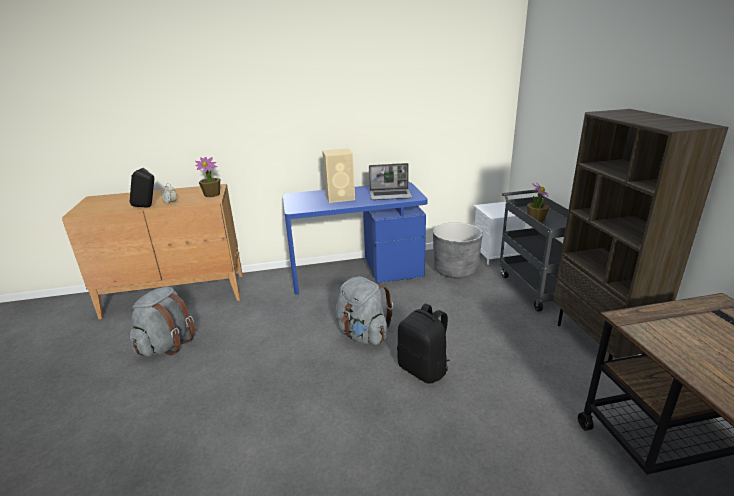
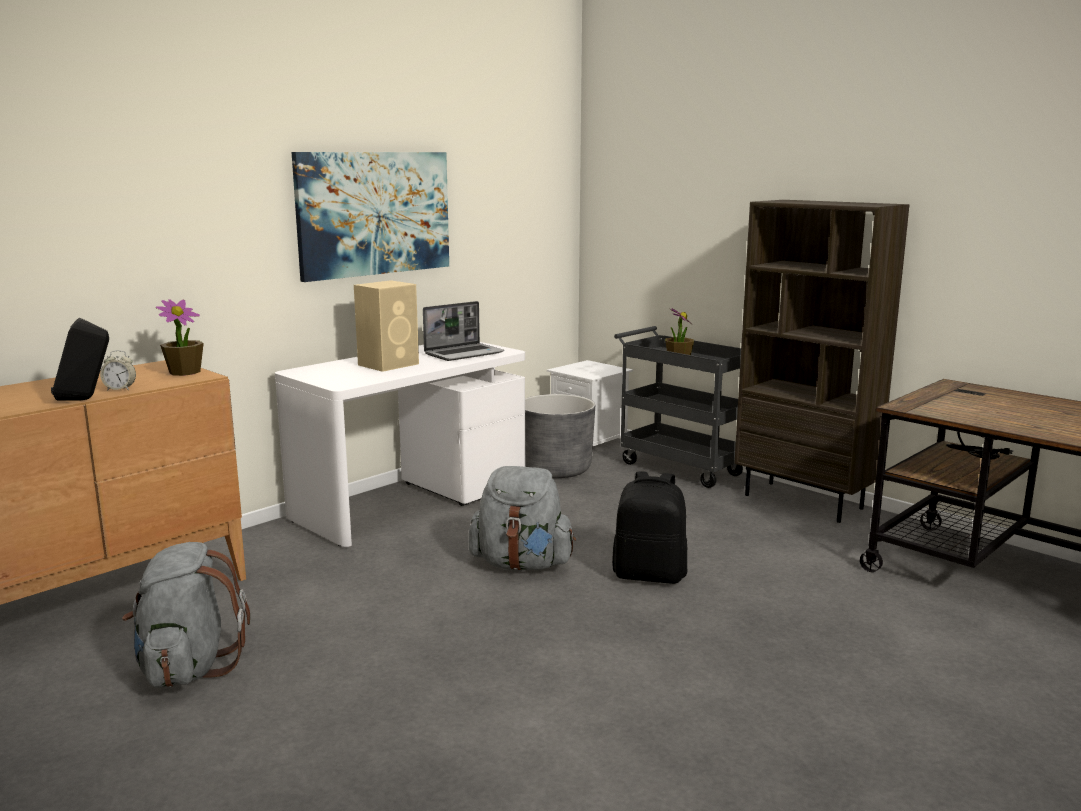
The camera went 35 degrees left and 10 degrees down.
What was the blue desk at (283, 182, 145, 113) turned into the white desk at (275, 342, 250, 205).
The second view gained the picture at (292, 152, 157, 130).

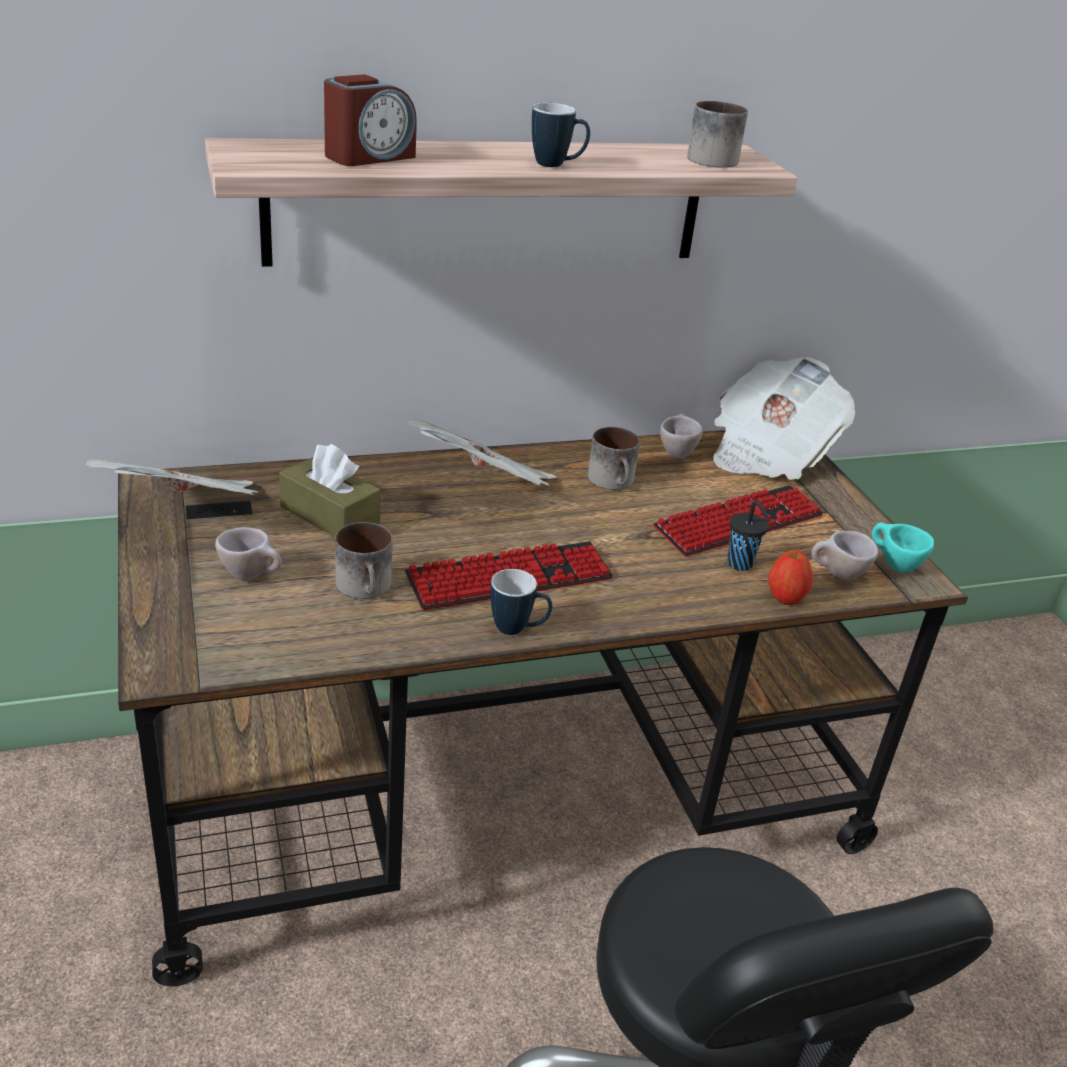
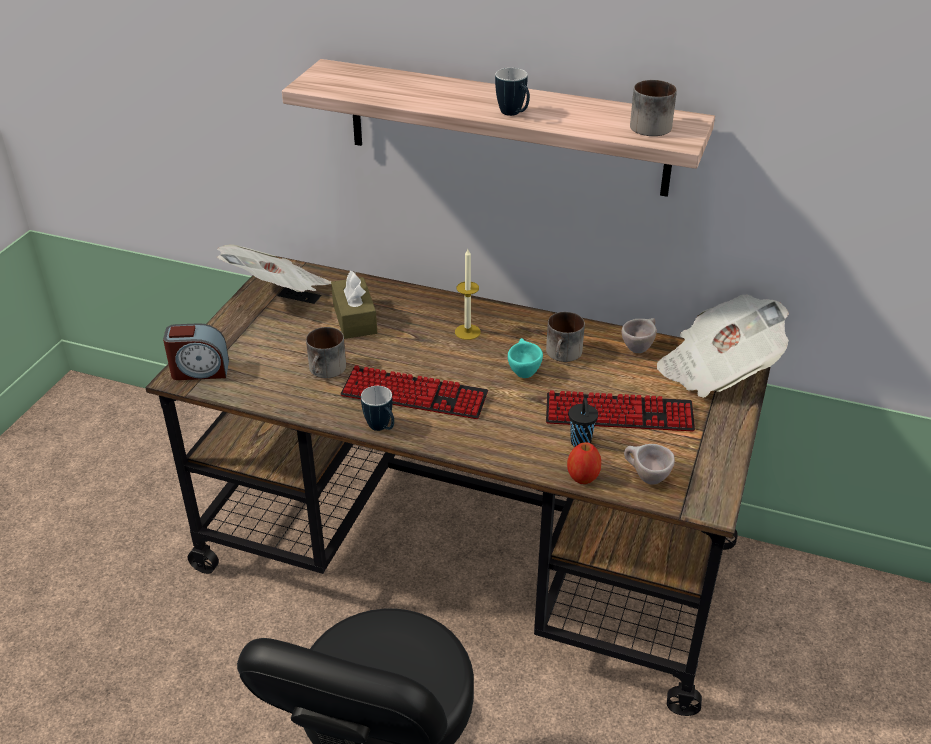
The camera went 40 degrees right and 5 degrees up.
The alarm clock ended up elsewhere, having gone from (324, 74, 93, 92) to (163, 323, 66, 57).
Where the newspaper stood at (407, 419, 149, 67), the candle came to stand at (455, 249, 26, 91).
The turquoise cup ended up elsewhere, having gone from (872, 522, 62, 51) to (508, 338, 35, 40).
The second view lost the beige cup at (215, 527, 67, 53).

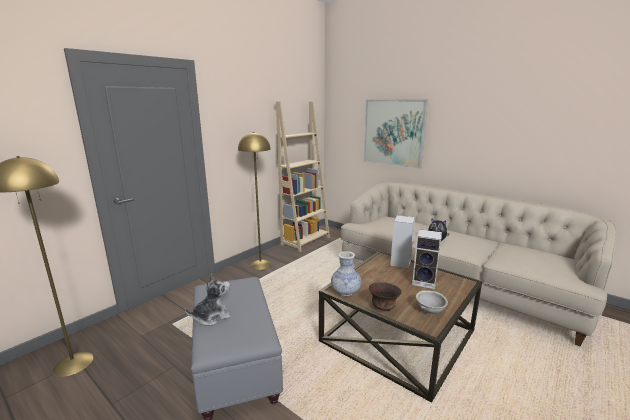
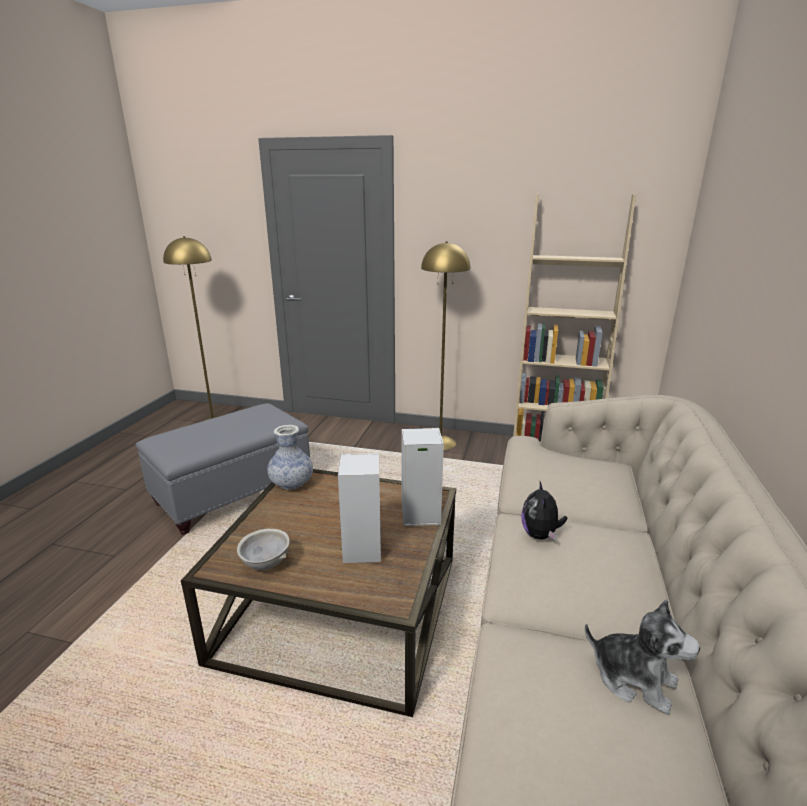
The camera went 65 degrees right and 5 degrees up.
The second view lost the picture at (363, 100, 65, 69).
The plush toy ended up elsewhere, having gone from (185, 274, 46, 52) to (585, 599, 115, 116).
The second view lost the brown bowl at (369, 282, 32, 29).

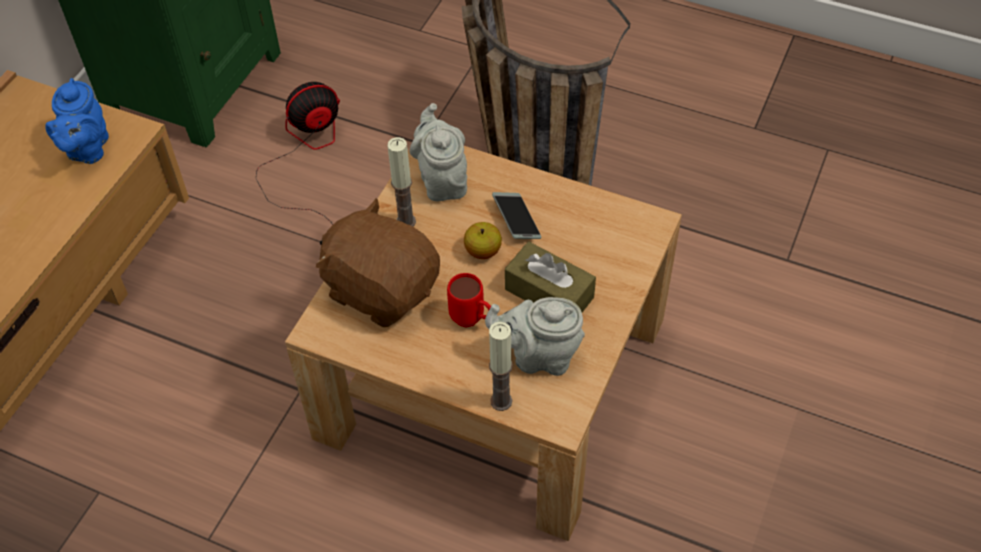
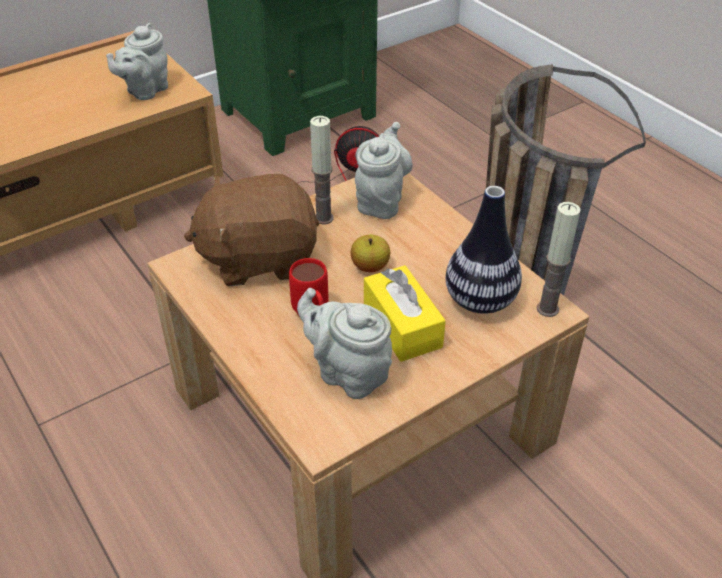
The camera went 30 degrees right and 10 degrees down.
What was the blue teapot at (45, 78, 64, 86) turned into the grey teapot at (106, 23, 62, 77).
The second view lost the phone at (492, 192, 49, 47).
The brown plush toy at (316, 198, 124, 129) ended up facing another way, 75 degrees counterclockwise from before.
What was the brown tissue box at (505, 242, 91, 70) turned into the yellow tissue box at (364, 265, 82, 97).
The candle ended up elsewhere, having gone from (489, 322, 24, 89) to (537, 202, 43, 115).
The second view gained the vase at (446, 186, 76, 128).

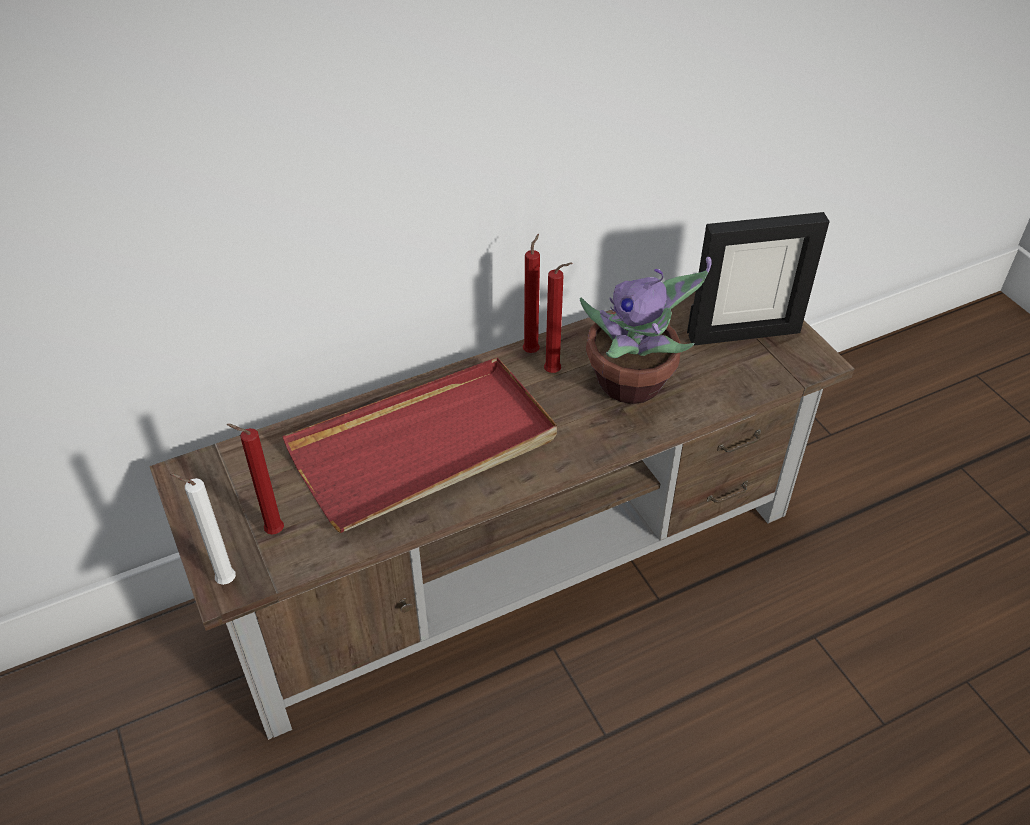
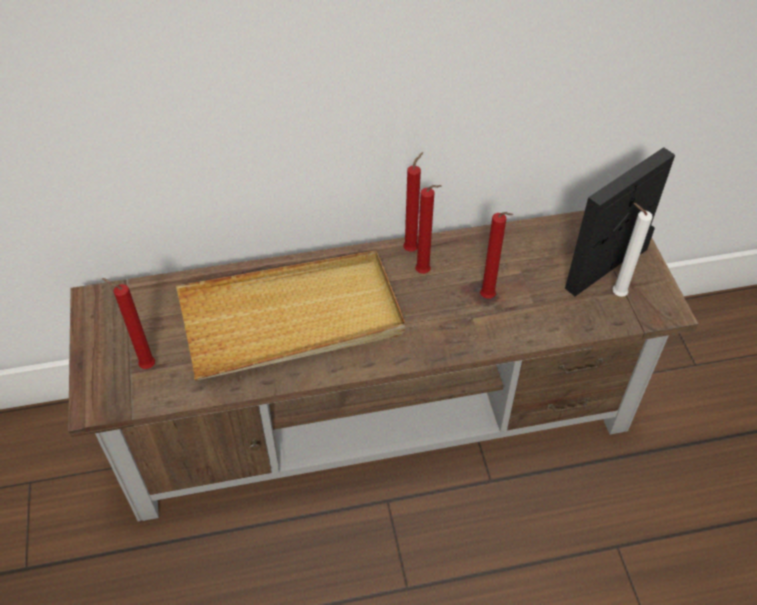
The camera went 15 degrees right and 5 degrees up.
The picture frame at (687, 212, 143, 134) ended up facing another way, 135 degrees clockwise from before.
Where the potted plant stood at (580, 257, 132, 147), the red candle came to stand at (480, 212, 33, 87).
What was the red tray at (282, 357, 275, 176) turned into the beige tray at (176, 251, 229, 130).
The white candle ended up elsewhere, having gone from (170, 473, 66, 112) to (612, 203, 41, 93).

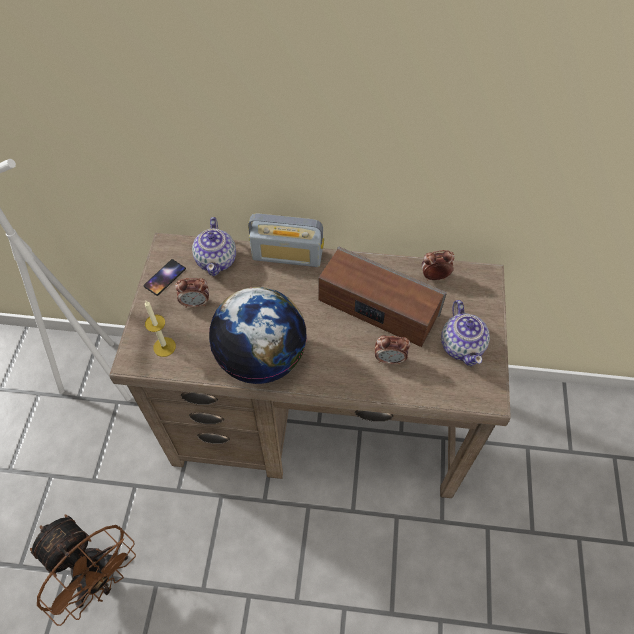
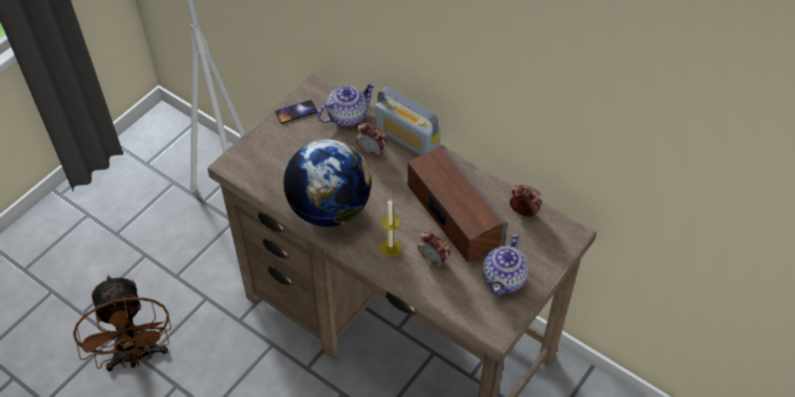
The camera went 30 degrees right and 5 degrees down.
The teapot at (192, 217, 44, 59) ended up facing another way, 150 degrees counterclockwise from before.
The alarm clock ended up elsewhere, having gone from (175, 278, 34, 30) to (356, 123, 30, 33).
The candle ended up elsewhere, having gone from (145, 301, 31, 56) to (380, 200, 21, 57).

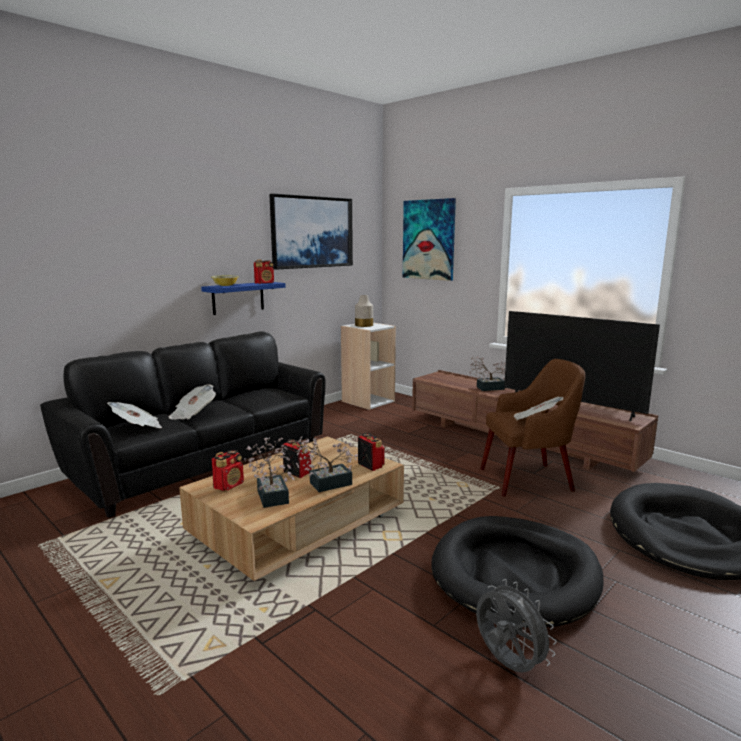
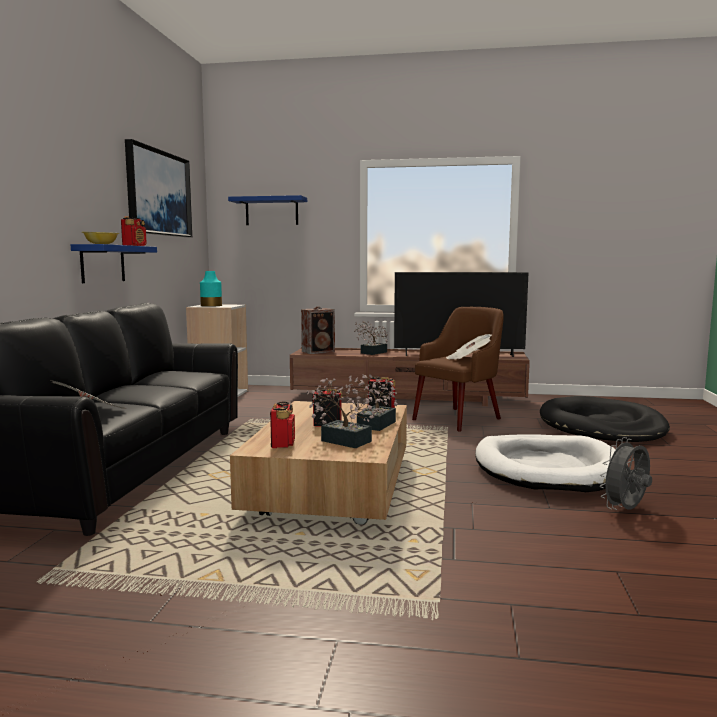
The camera went 35 degrees left and 5 degrees down.
Where the picture hung at (403, 198, 53, 83), the blue shelf came to hang at (228, 195, 79, 30).
What was the beige vase at (355, 295, 18, 32) turned into the turquoise vase at (200, 271, 22, 36).
The second view lost the newspaper at (169, 384, 47, 36).
What was the black dog bed at (431, 516, 172, 111) turned into the white dog bed at (475, 434, 153, 58).
The grey fan at (476, 579, 81, 94) ended up facing another way, 60 degrees counterclockwise from before.
The second view gained the speaker at (301, 307, 34, 47).

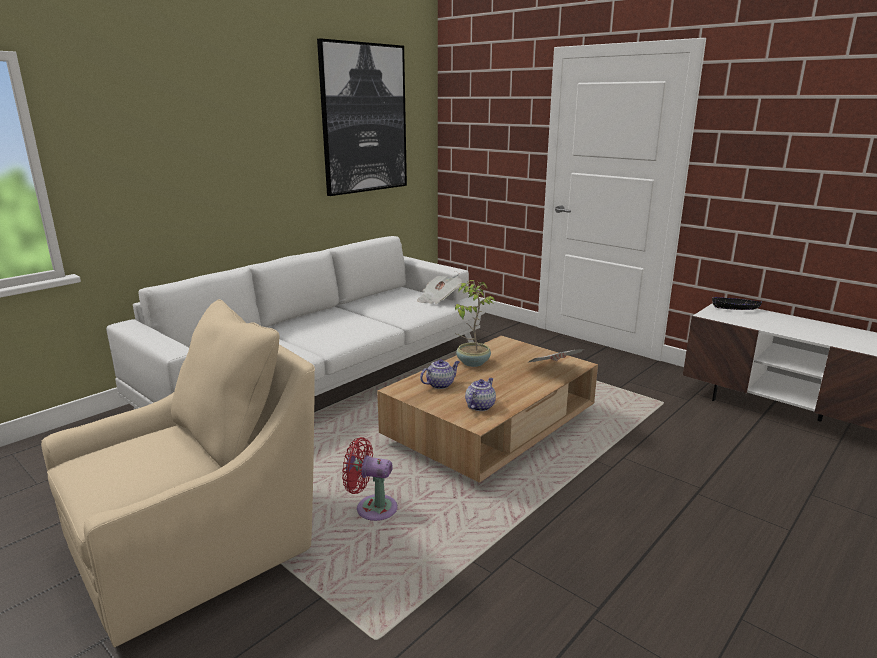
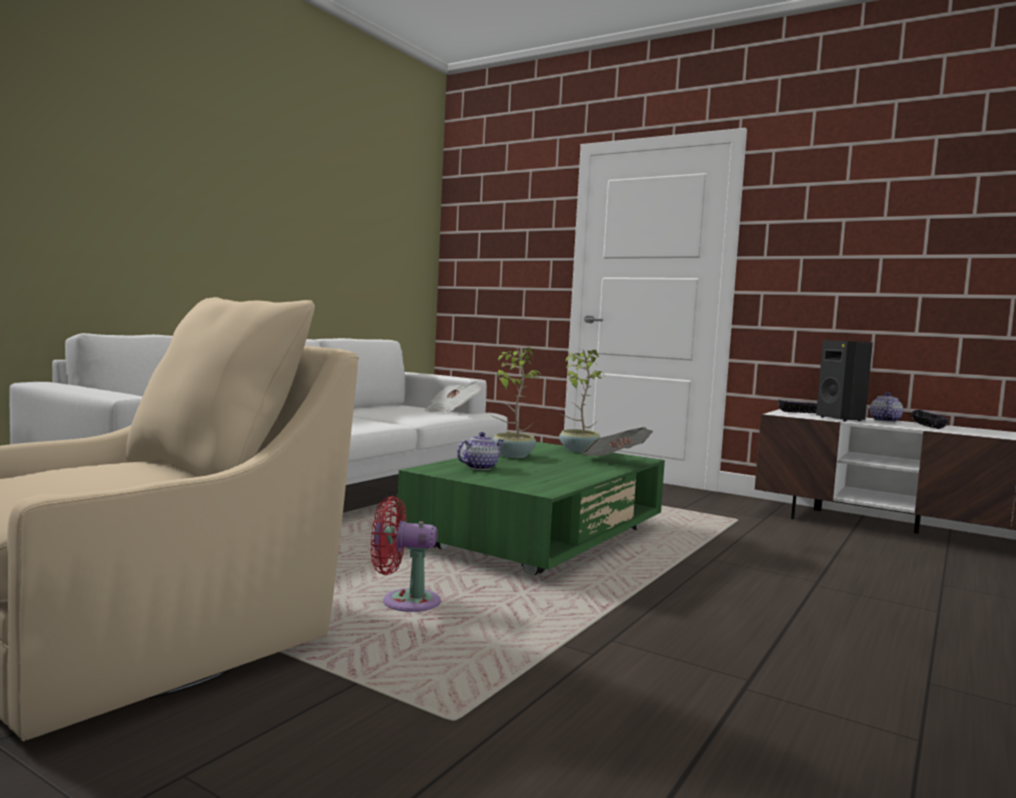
The camera went 10 degrees left and 15 degrees down.
The second view lost the picture at (317, 38, 90, 158).
What was the brown coffee table at (377, 335, 221, 148) turned into the green coffee table at (396, 442, 269, 133).
The teapot ended up elsewhere, having gone from (465, 378, 31, 33) to (870, 392, 33, 30).
The second view gained the black speaker at (816, 340, 57, 81).
The second view gained the potted plant at (559, 349, 43, 104).
The second view gained the black bowl at (912, 410, 37, 19).

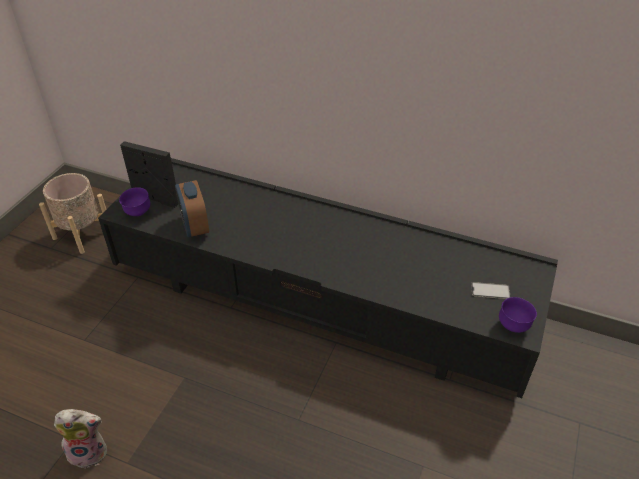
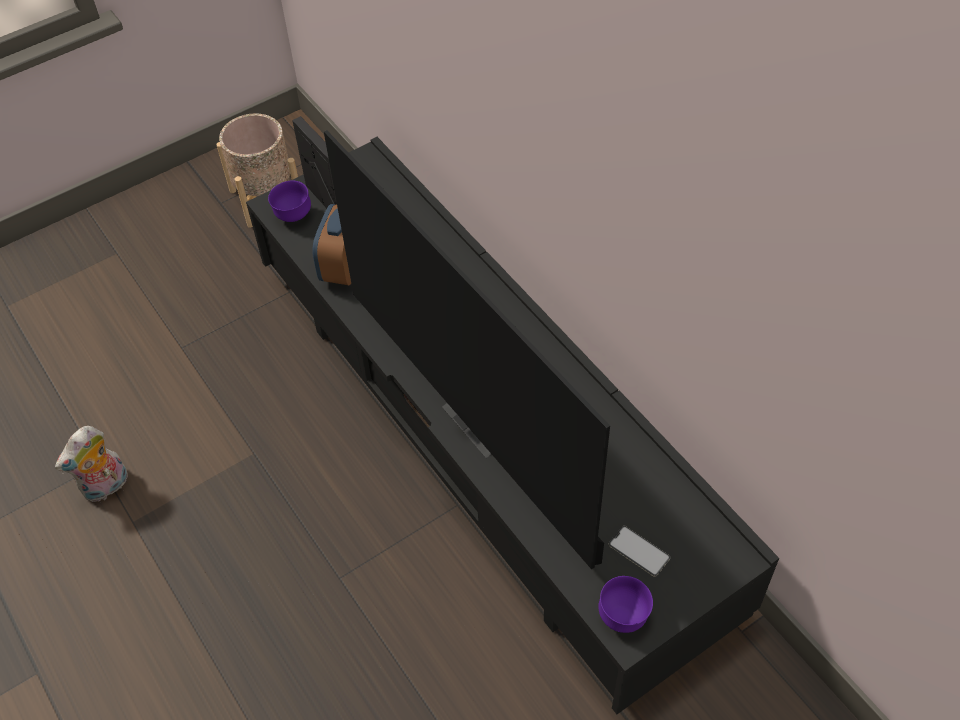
The camera went 35 degrees right and 10 degrees up.
The plush toy at (54, 409, 53, 60) ended up facing another way, 105 degrees clockwise from before.
The second view gained the television at (324, 130, 286, 440).

